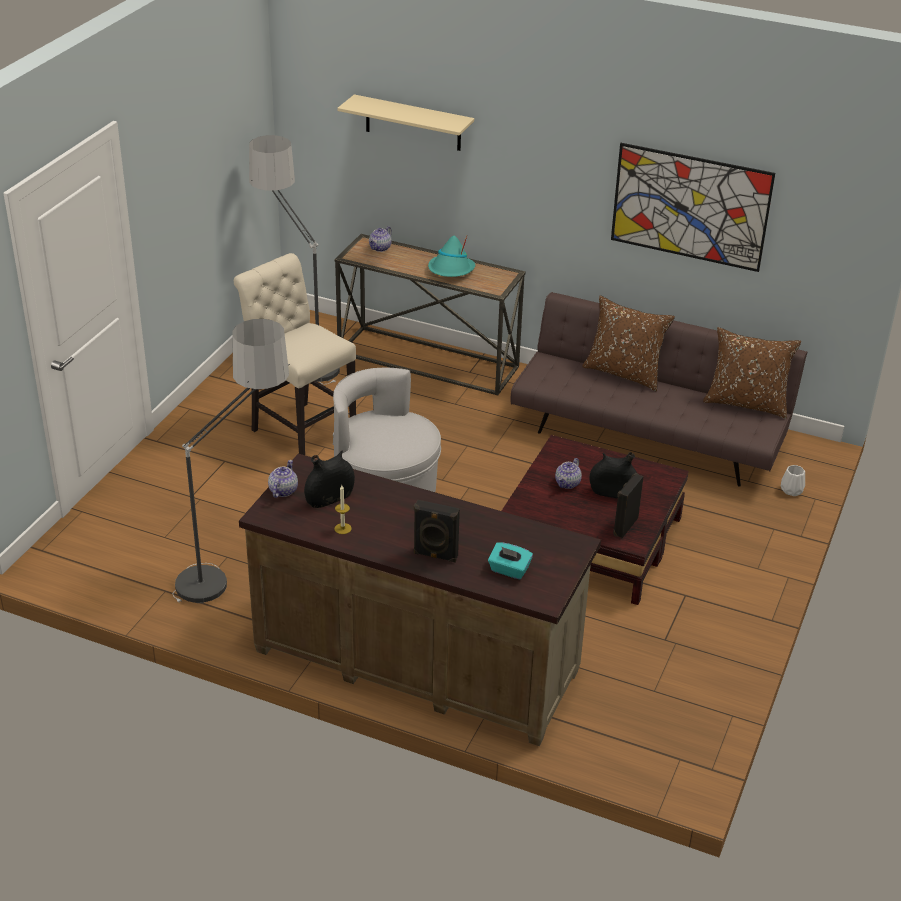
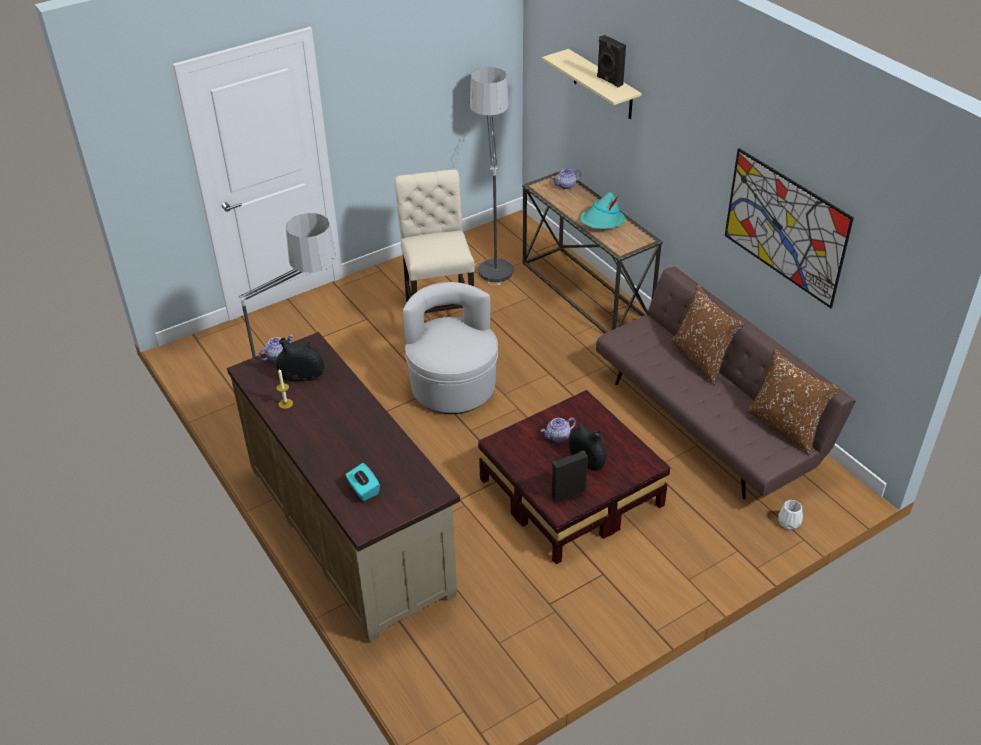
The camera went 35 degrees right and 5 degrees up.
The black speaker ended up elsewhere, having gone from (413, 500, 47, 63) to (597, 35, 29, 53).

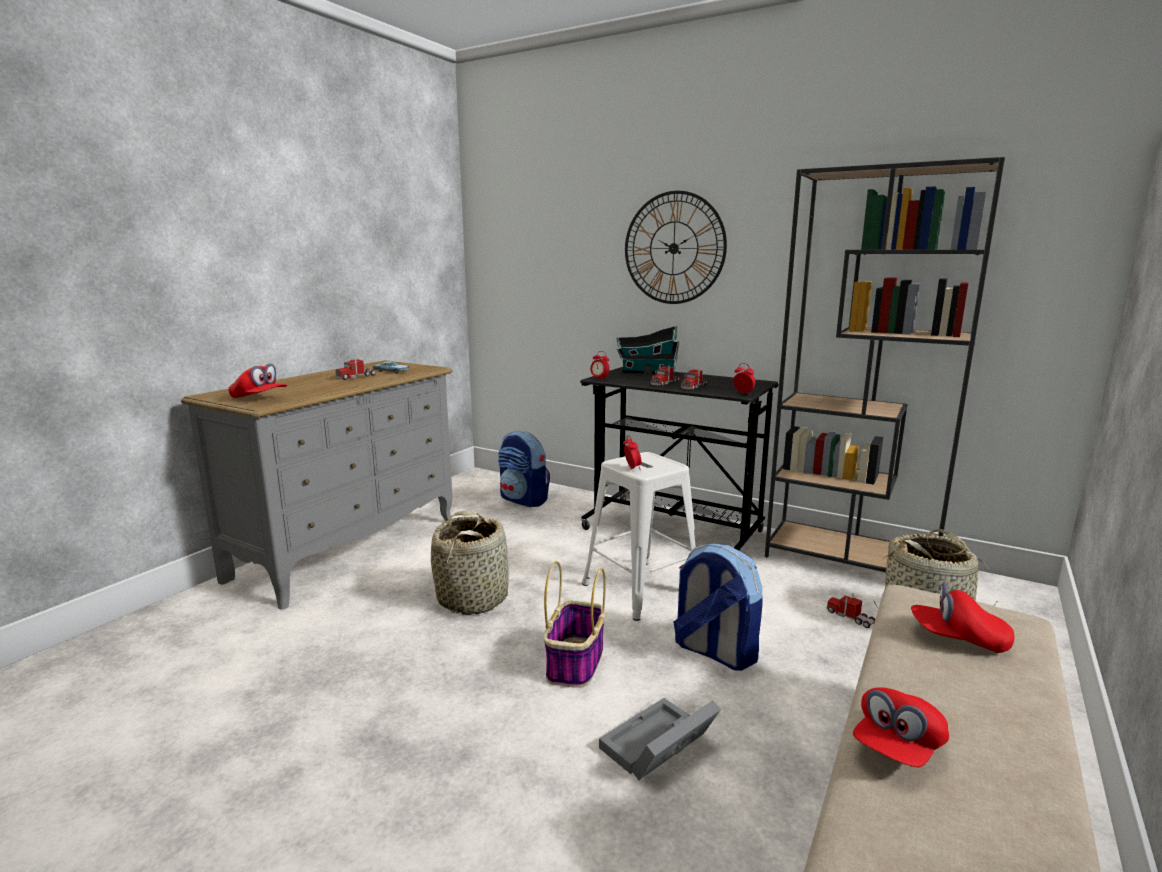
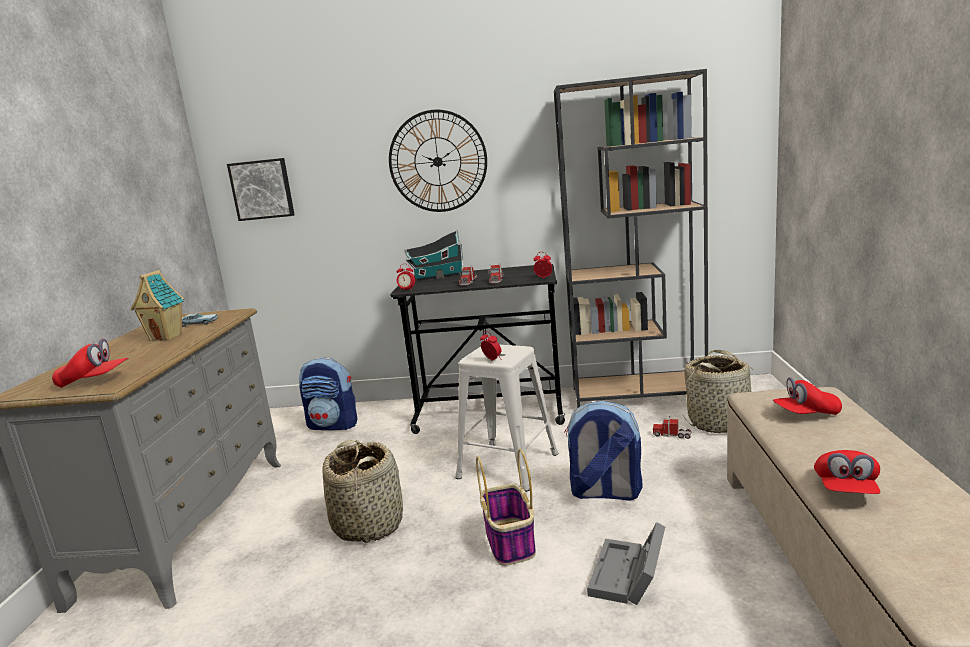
The camera went 25 degrees left and 0 degrees up.
Where the toy truck stood at (336, 357, 40, 23), the toy house came to stand at (130, 270, 54, 71).
The second view gained the picture at (227, 158, 68, 63).

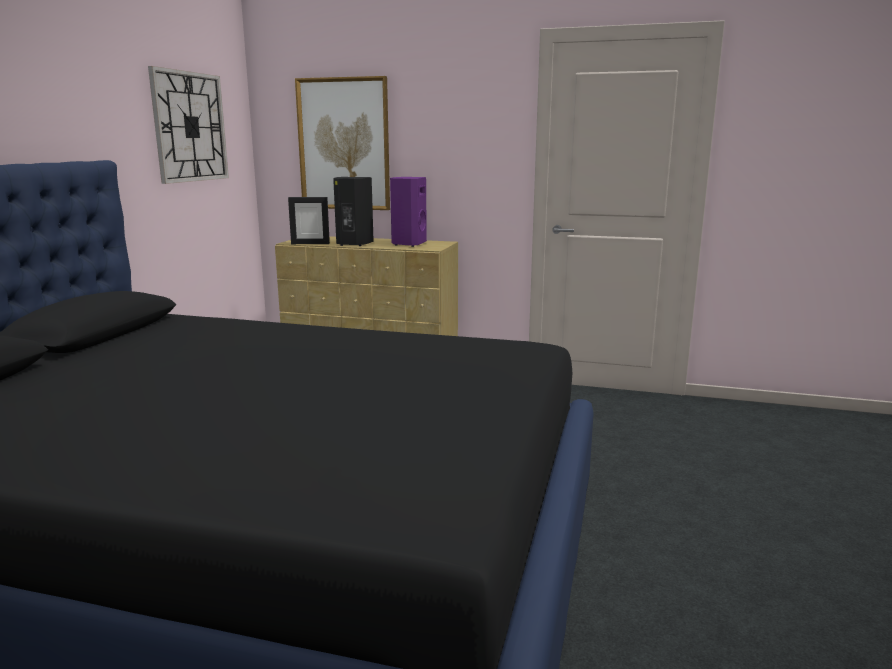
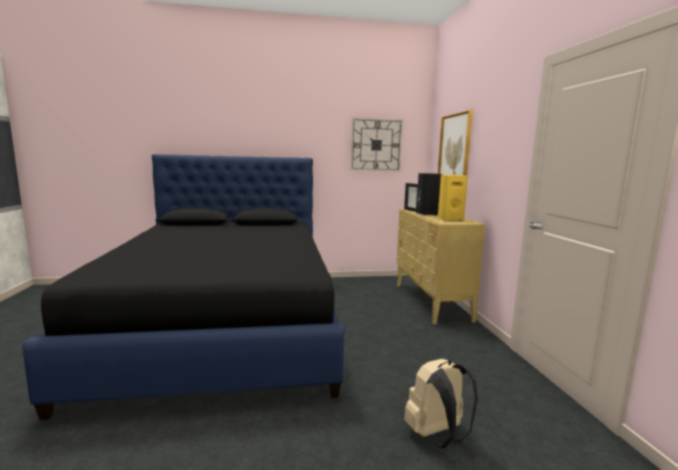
The camera went 65 degrees right and 5 degrees down.
What was the purple speaker at (390, 177, 37, 70) turned into the yellow speaker at (438, 175, 30, 45).
The second view gained the beige backpack at (404, 359, 74, 89).

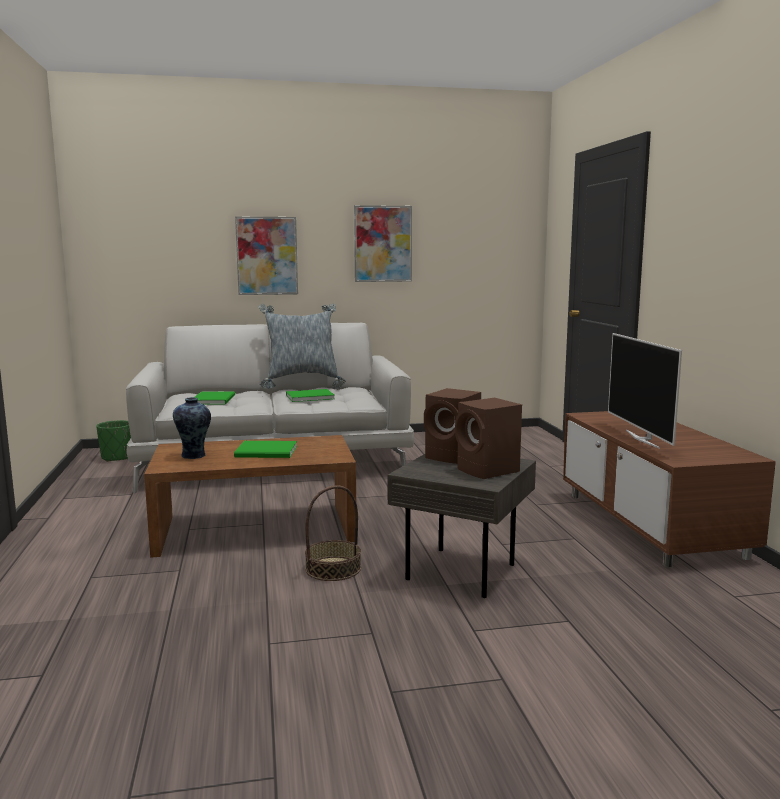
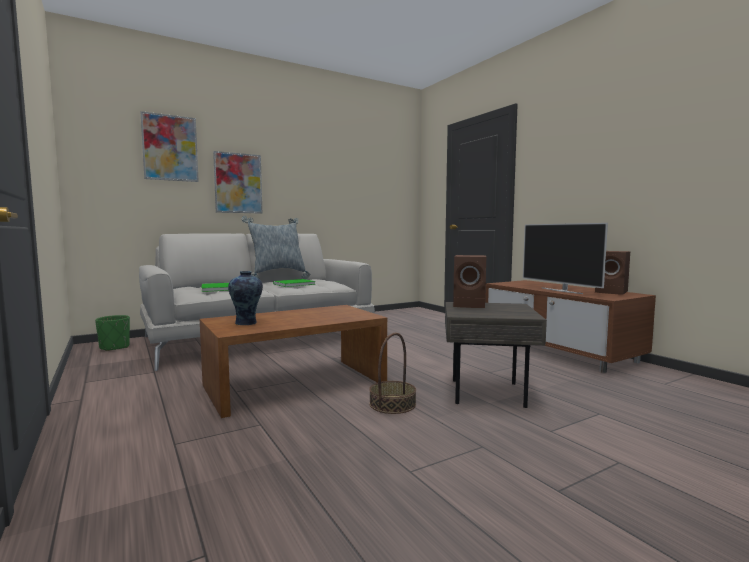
The camera went 20 degrees left and 5 degrees down.
The picture ended up elsewhere, having gone from (354, 205, 58, 77) to (140, 111, 59, 71).
The brown speaker ended up elsewhere, having gone from (455, 398, 67, 81) to (595, 251, 35, 44).
The second view lost the green book at (234, 441, 63, 17).

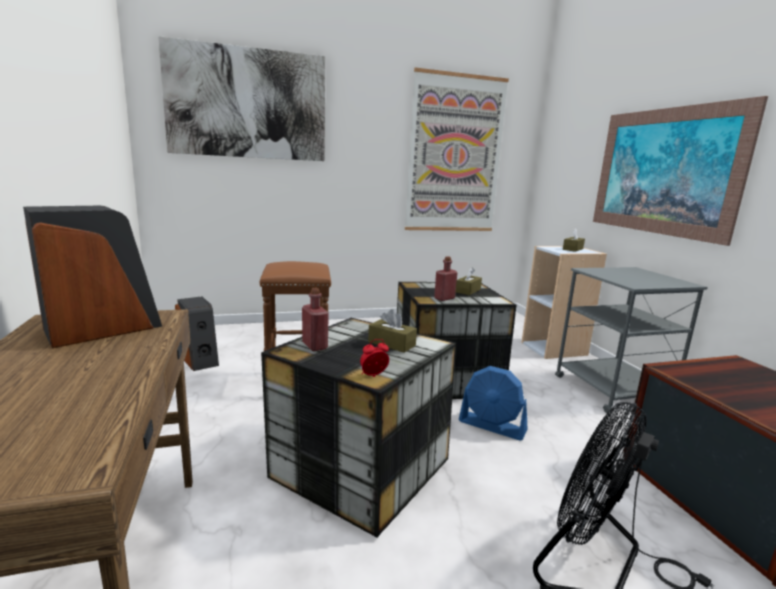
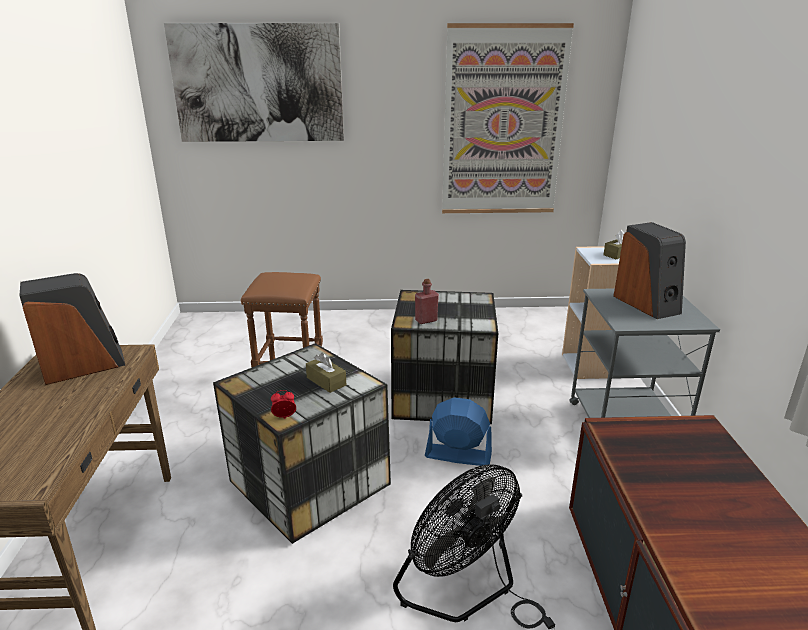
The camera went 15 degrees right and 10 degrees up.
The second view lost the picture at (593, 96, 175, 150).
The second view lost the brown tissue box at (456, 267, 26, 28).
The second view lost the red bottle at (302, 288, 27, 63).
The speaker ended up elsewhere, having gone from (175, 296, 44, 75) to (613, 222, 73, 97).
The blue fan at (459, 366, 68, 74) ended up facing another way, 150 degrees clockwise from before.

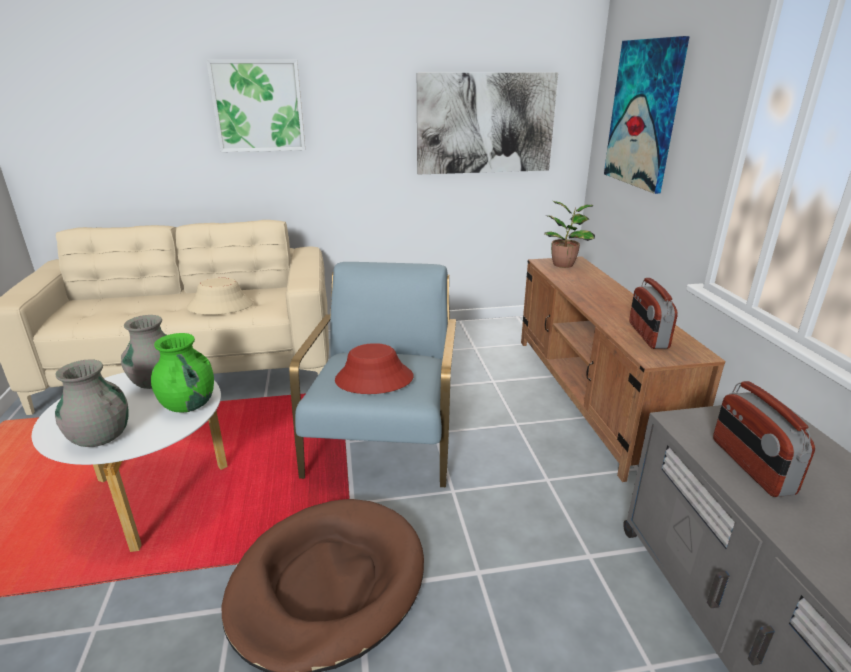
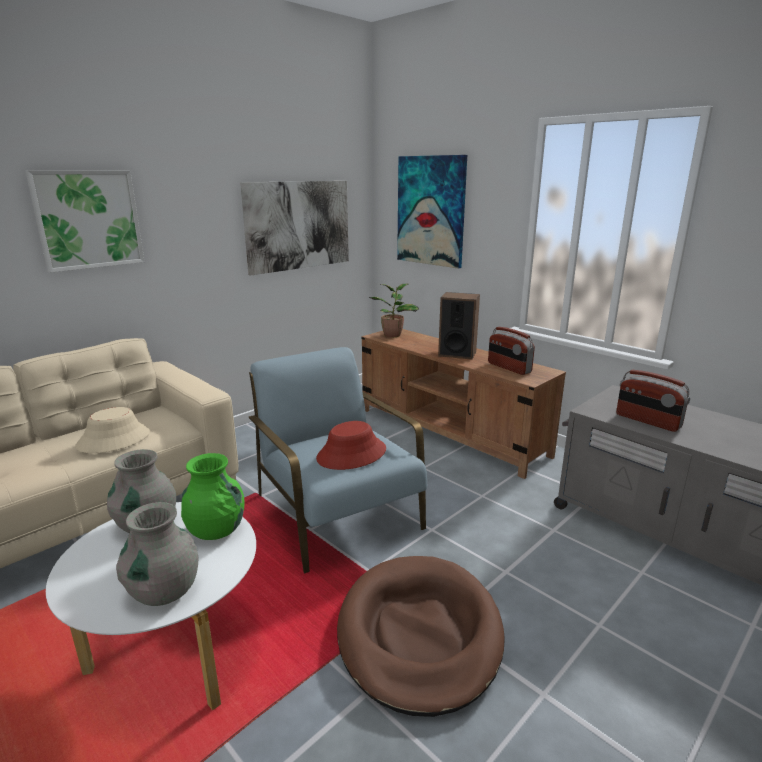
The camera went 35 degrees left and 5 degrees down.
The second view gained the speaker at (438, 292, 42, 68).

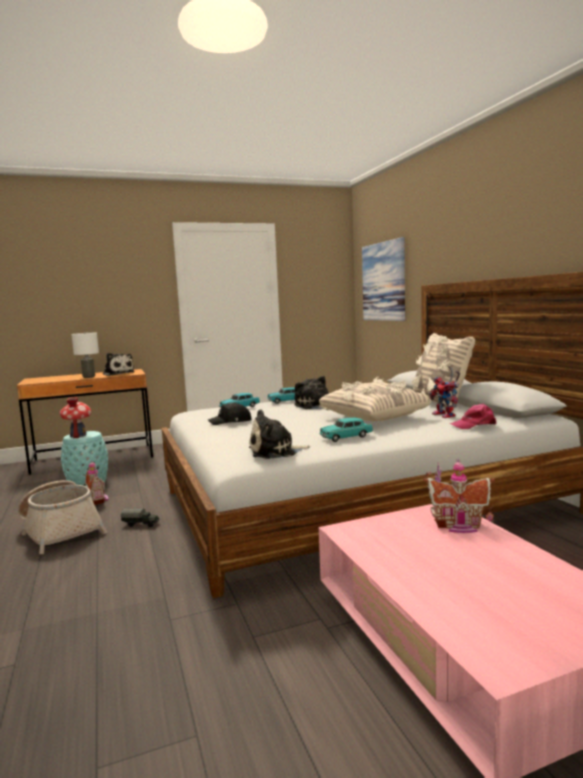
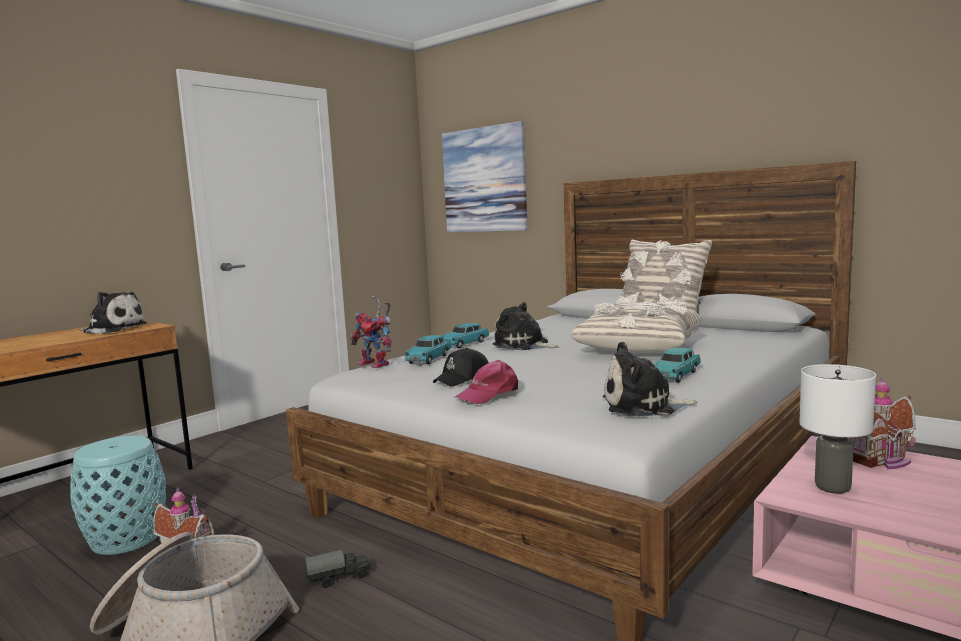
The camera went 30 degrees left and 0 degrees up.
The white table lamp ended up elsewhere, having gone from (71, 333, 28, 45) to (799, 364, 77, 130).
The toy robot ended up elsewhere, having gone from (429, 366, 31, 52) to (350, 295, 42, 73).
The second view lost the toy house at (60, 397, 31, 41).
The pink cap ended up elsewhere, having gone from (450, 404, 46, 25) to (455, 360, 63, 44).
The plush toy at (249, 409, 61, 50) ended up facing another way, 45 degrees clockwise from before.

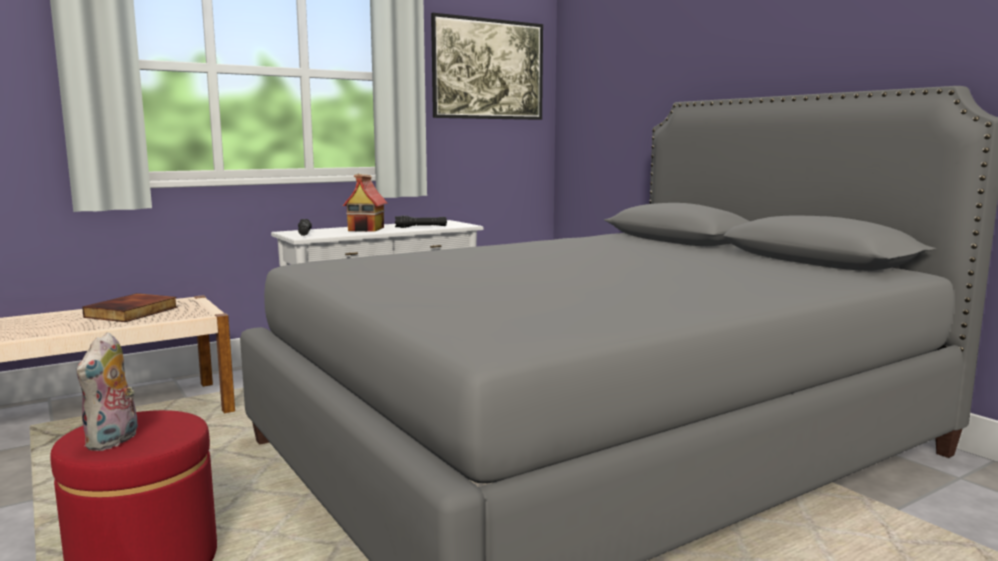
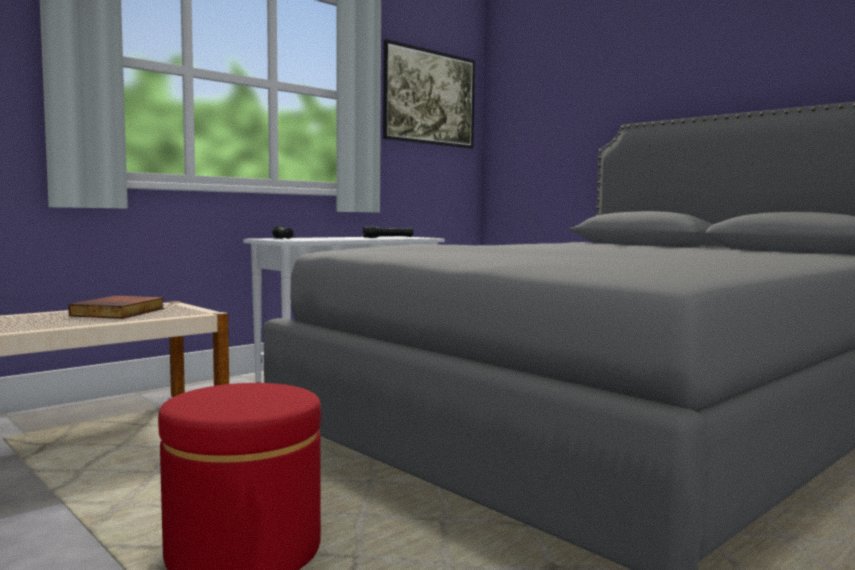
The camera went 10 degrees left and 5 degrees down.
The second view lost the toy house at (343, 173, 45, 59).
The second view lost the plush toy at (76, 332, 62, 119).

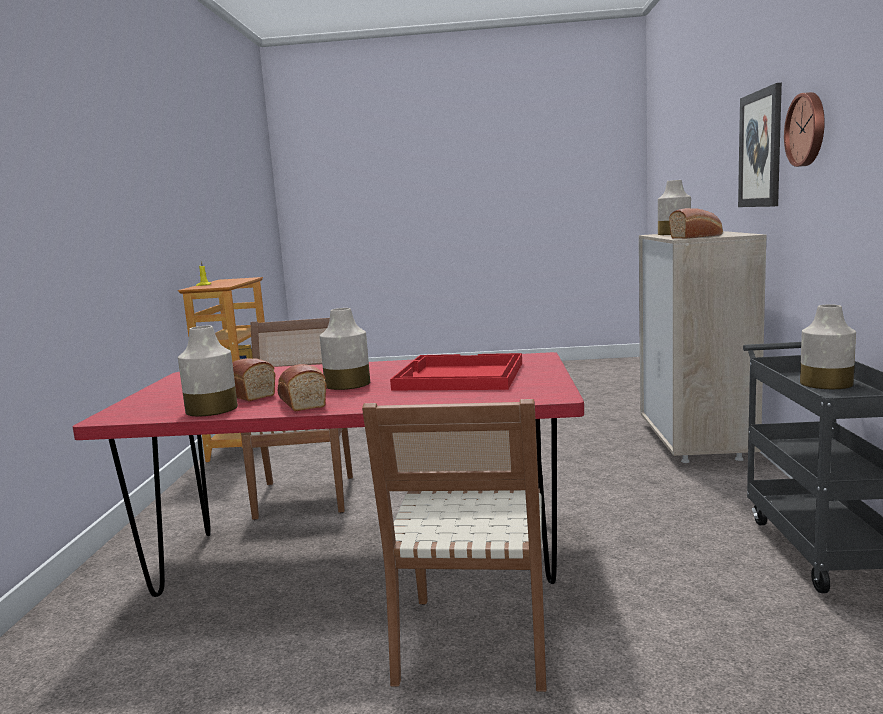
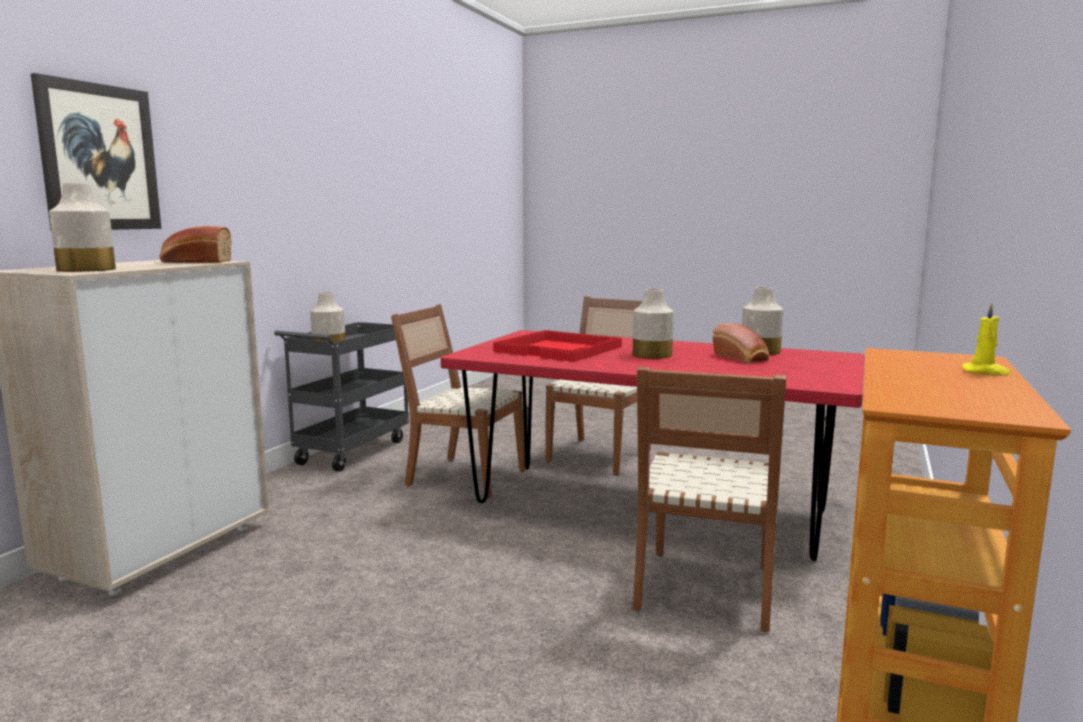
The camera went 160 degrees left and 0 degrees up.
The second view lost the wall clock at (784, 92, 41, 75).
The second view lost the bread at (278, 364, 49, 48).
The second view gained the chair at (391, 304, 134, 195).

